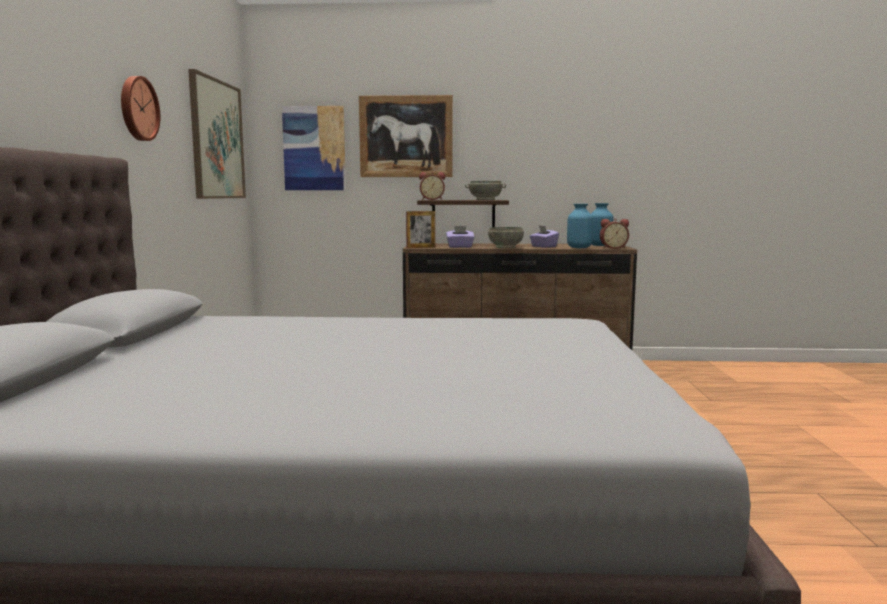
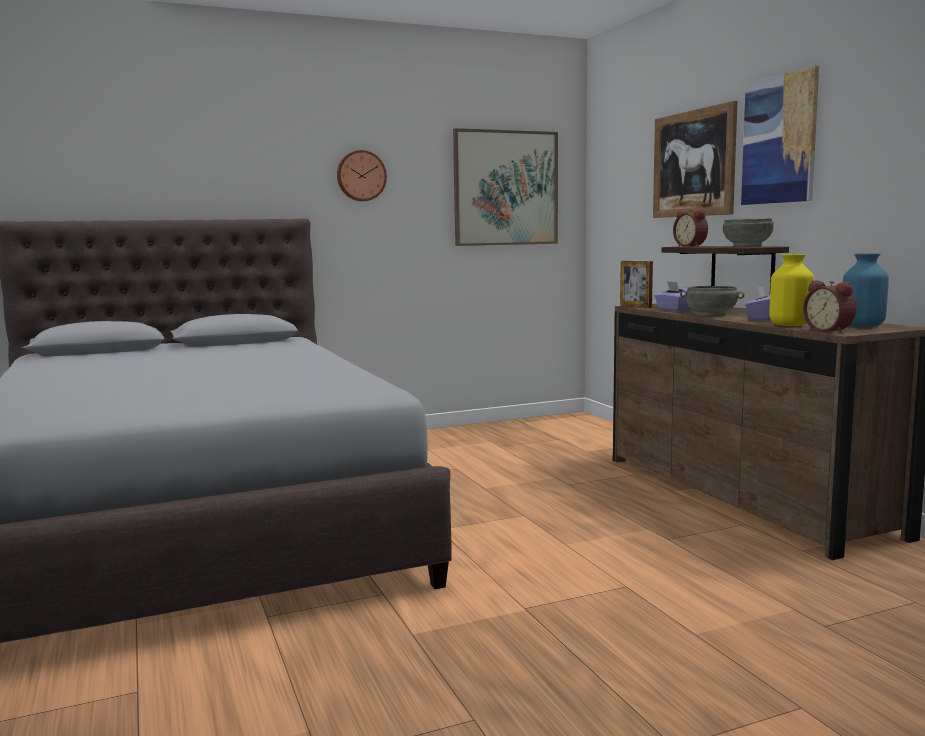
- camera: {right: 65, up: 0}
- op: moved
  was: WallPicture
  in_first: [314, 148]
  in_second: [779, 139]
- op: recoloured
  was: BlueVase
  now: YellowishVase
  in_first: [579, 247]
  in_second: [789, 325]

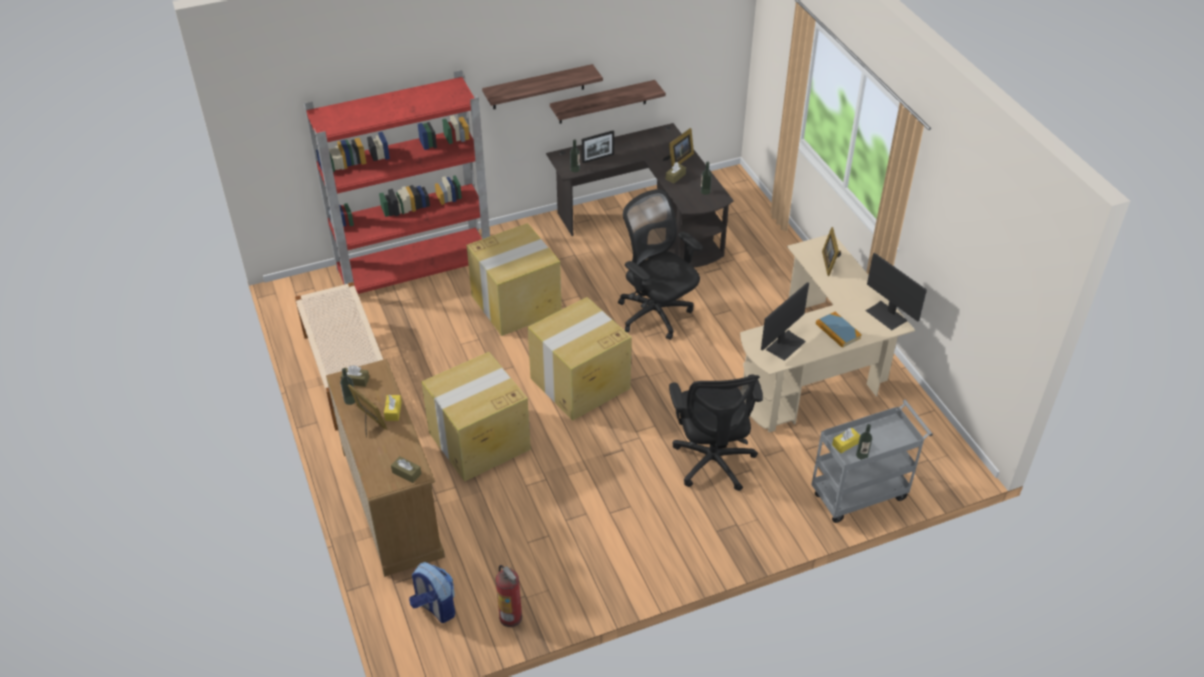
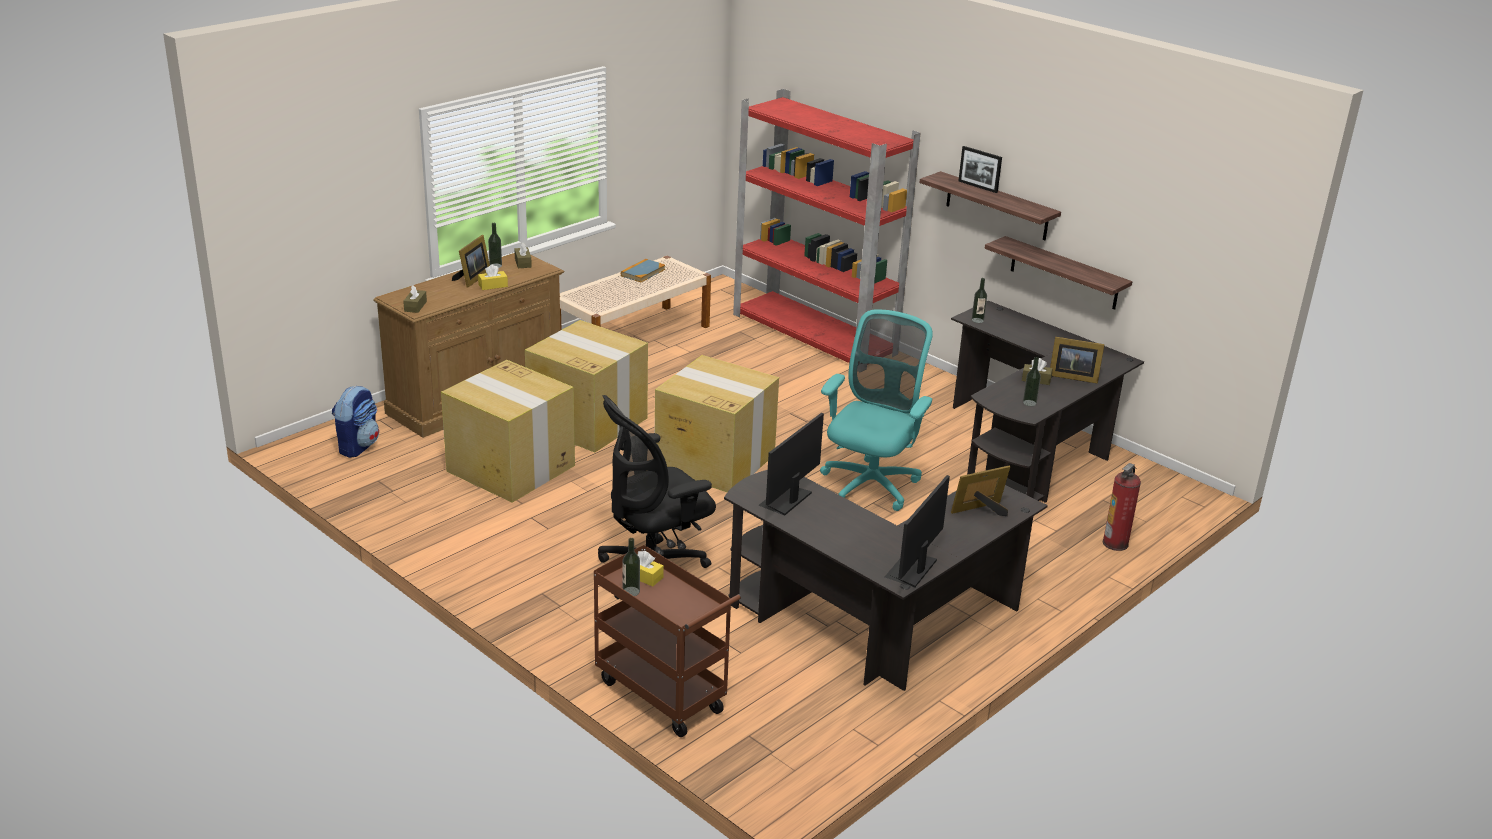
- camera: {right: 65, up: -15}
- op: moved
  was: CardboardBox
  in_first: [517, 303]
  in_second: [512, 469]
- op: moved
  was: FireFightingCylinder
  in_first: [511, 617]
  in_second: [1115, 543]
- op: moved
  was: PhotoFrame
  in_first: [598, 158]
  in_second: [977, 186]
- op: recoloured
  was: BlackOfficeChair
  now: TurquoiseOfficeChair
  in_first: [658, 316]
  in_second: [869, 489]
- op: recoloured
  was: SandColouredDeskUnit
  now: BlackDeskUnit
  in_first: [818, 370]
  in_second: [875, 626]
- op: turned
  was: ComputerScreen
  in_first: [785, 344]
  in_second: [786, 500]
  clockwise: 105
- op: recoloured
  was: GrayCart
  now: BrownColouredCart
  in_first: [861, 497]
  in_second: [663, 698]
- op: moved
  was: BoundBook
  in_first: [838, 331]
  in_second: [643, 272]

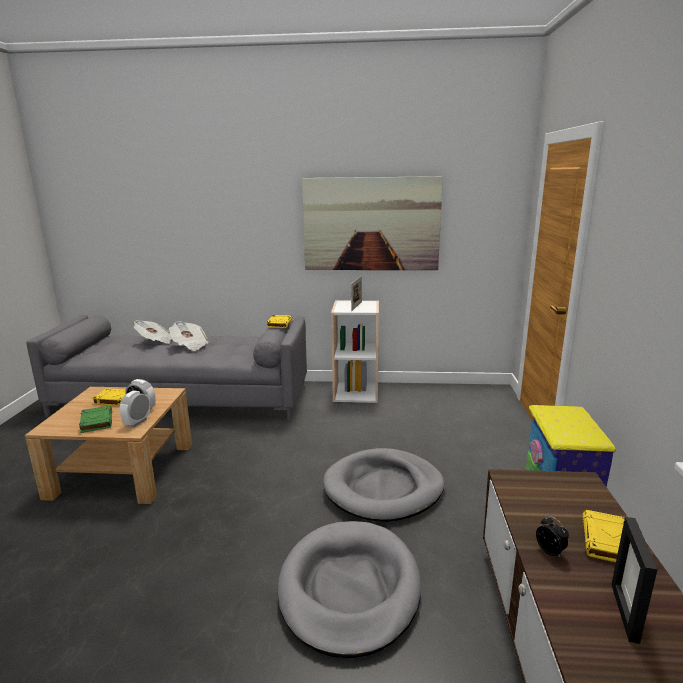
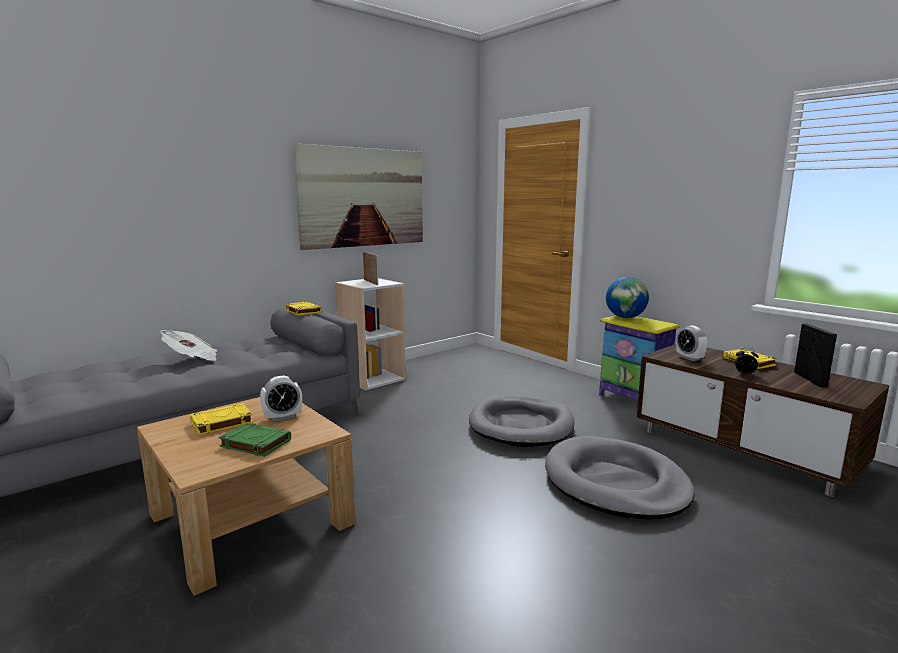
- camera: {right: -45, up: -5}
- op: moved
  was: BedsideClock
  in_first: [137, 422]
  in_second: [689, 358]
- op: removed
  was: DailyPaper
  in_first: [155, 341]
- op: turned
  was: PhotoFrame
  in_first: [626, 612]
  in_second: [809, 379]
  clockwise: -150
- op: added
  now: Globe
  in_second: [625, 317]

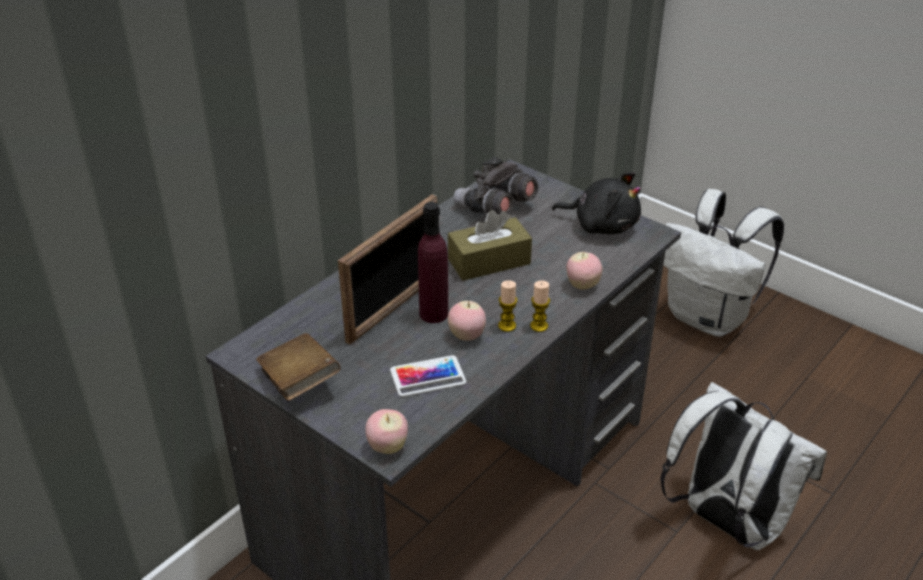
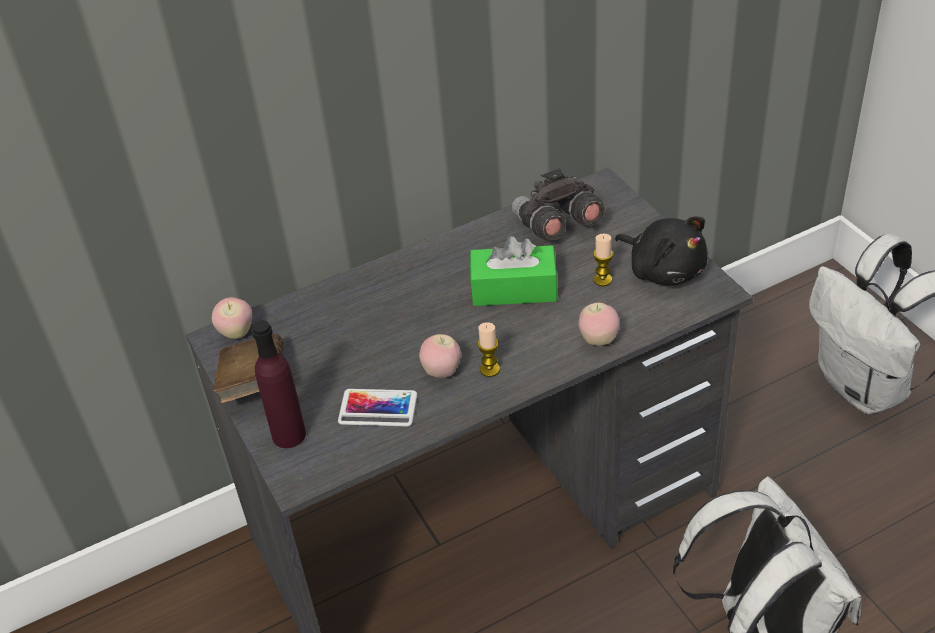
- camera: {right: 25, up: 5}
- op: removed
  was: PhotoFrame
  in_first: [394, 307]
- op: moved
  was: AppleFruit
  in_first: [388, 447]
  in_second: [236, 333]
- op: moved
  was: PurplishBeverageBottle
  in_first: [433, 313]
  in_second: [289, 435]
- op: recoloured
  was: BrownColouredTissueBox
  now: GreenColouredTissueBox
  in_first: [489, 261]
  in_second: [514, 289]
- op: moved
  was: Candle
  in_first: [539, 326]
  in_second: [602, 280]

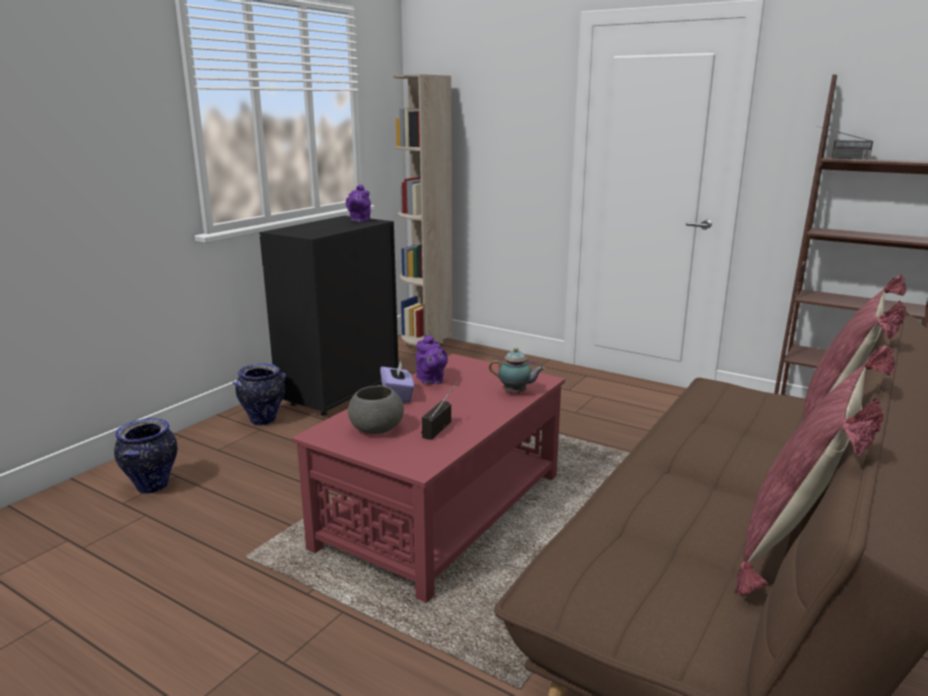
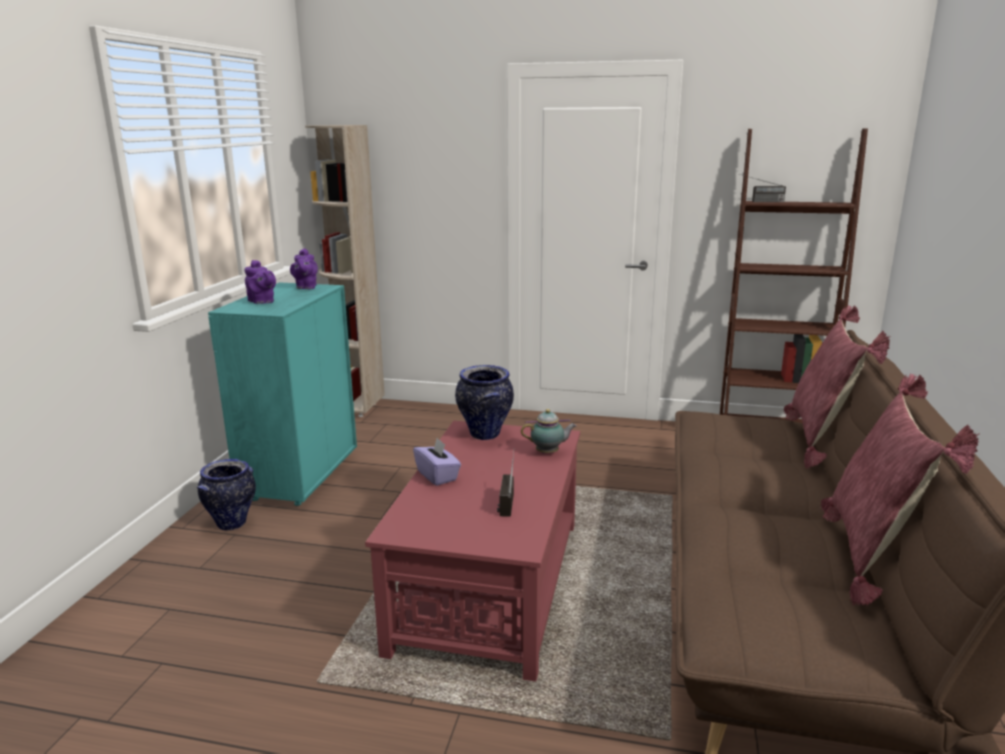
- camera: {right: -20, up: 0}
- op: moved
  was: Vase
  in_first: [152, 487]
  in_second: [485, 435]
- op: recoloured
  was: BlackCabinet
  now: TurquoiseCabinet
  in_first: [340, 393]
  in_second: [301, 477]
- op: removed
  was: GrayServingBowl
  in_first: [375, 429]
- op: moved
  was: PurplishPotForTea
  in_first: [430, 380]
  in_second: [262, 302]

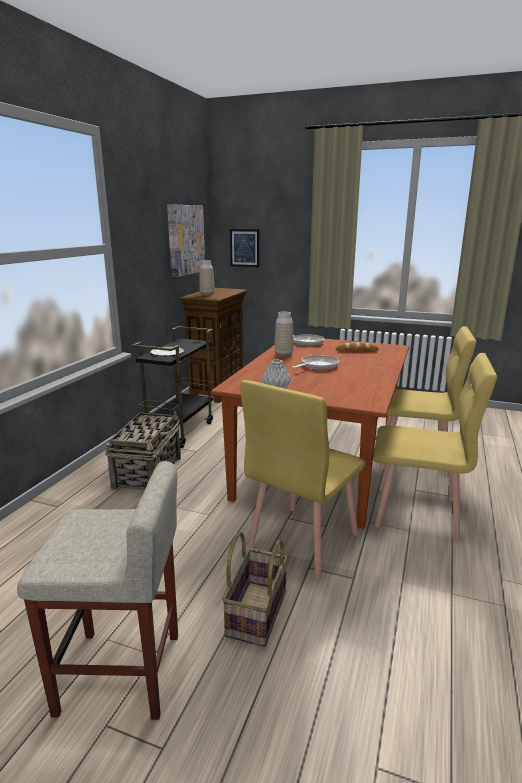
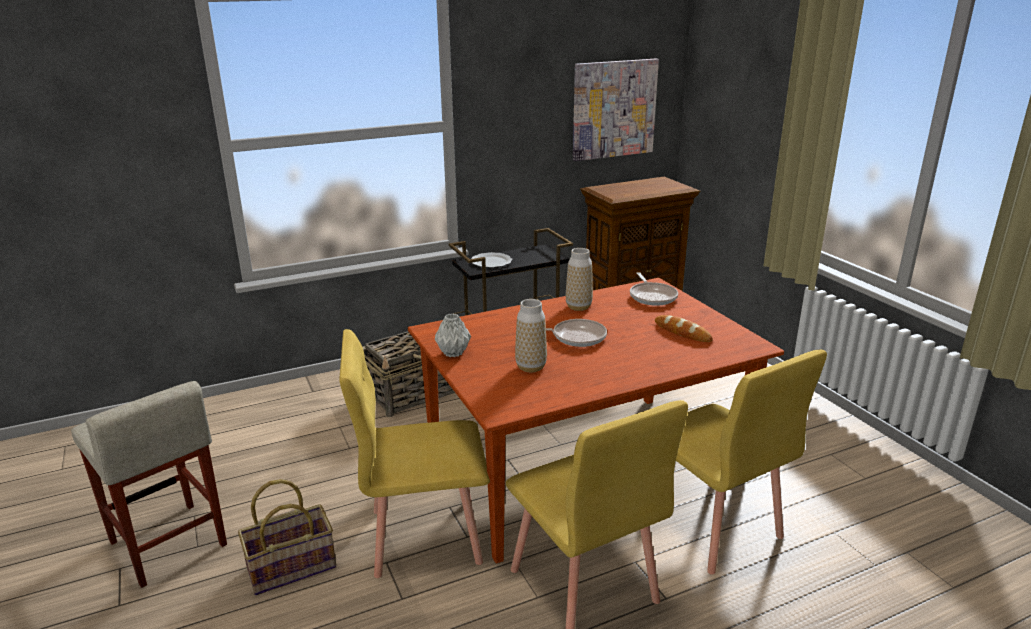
- camera: {right: 45, up: 5}
- op: moved
  was: Vase
  in_first: [207, 294]
  in_second: [531, 367]
- op: removed
  was: WallPicture
  in_first: [244, 248]

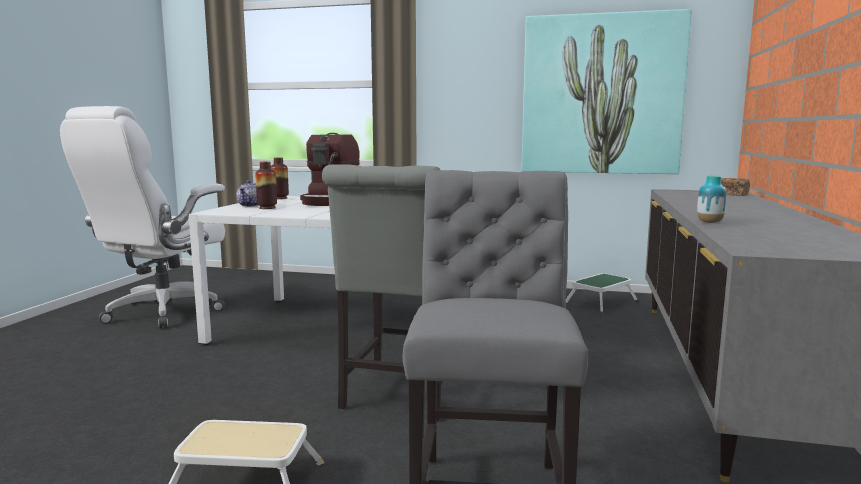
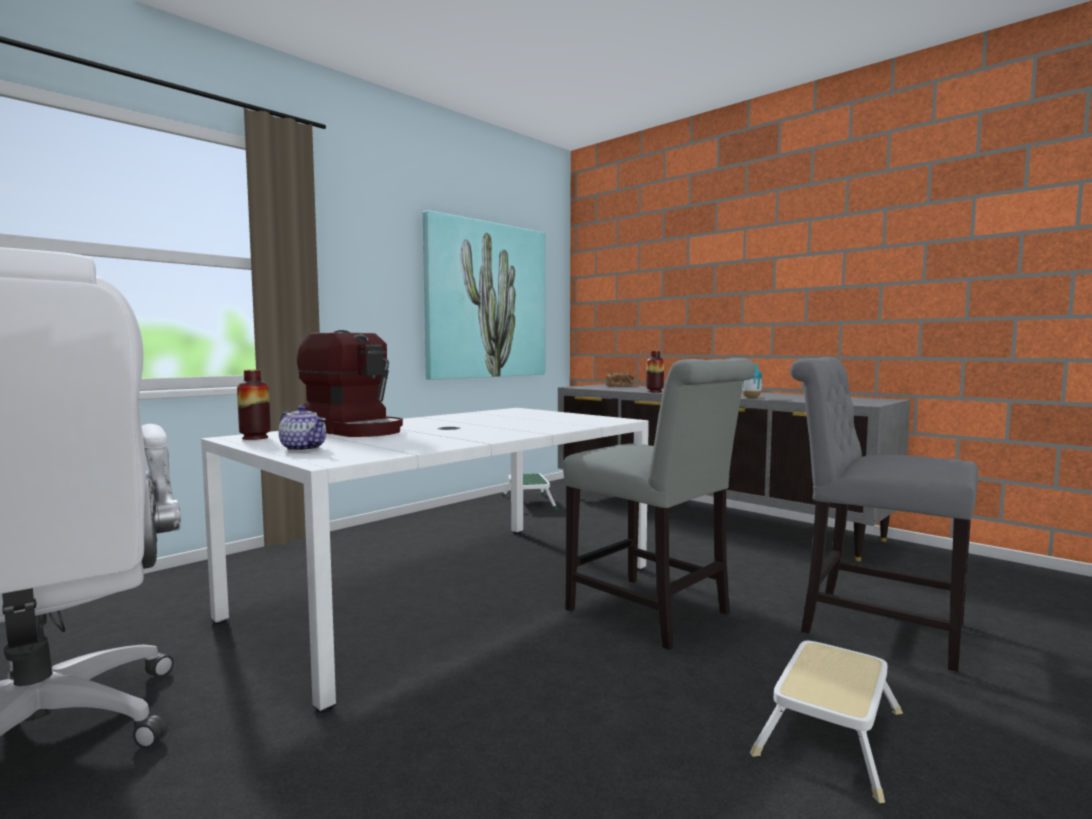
- camera: {right: -60, up: -5}
- op: moved
  was: Vase
  in_first: [267, 208]
  in_second: [654, 391]

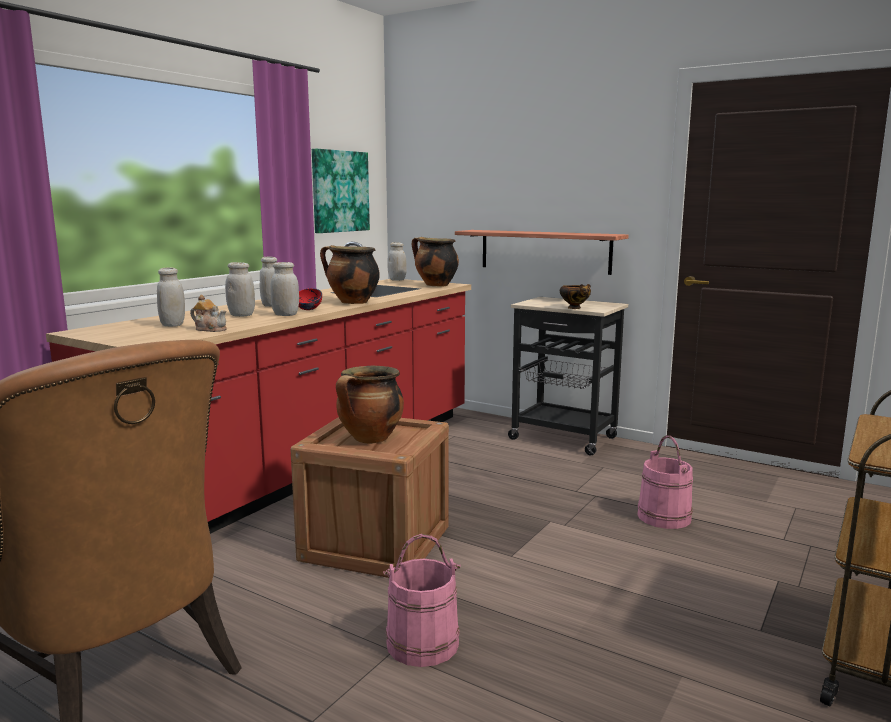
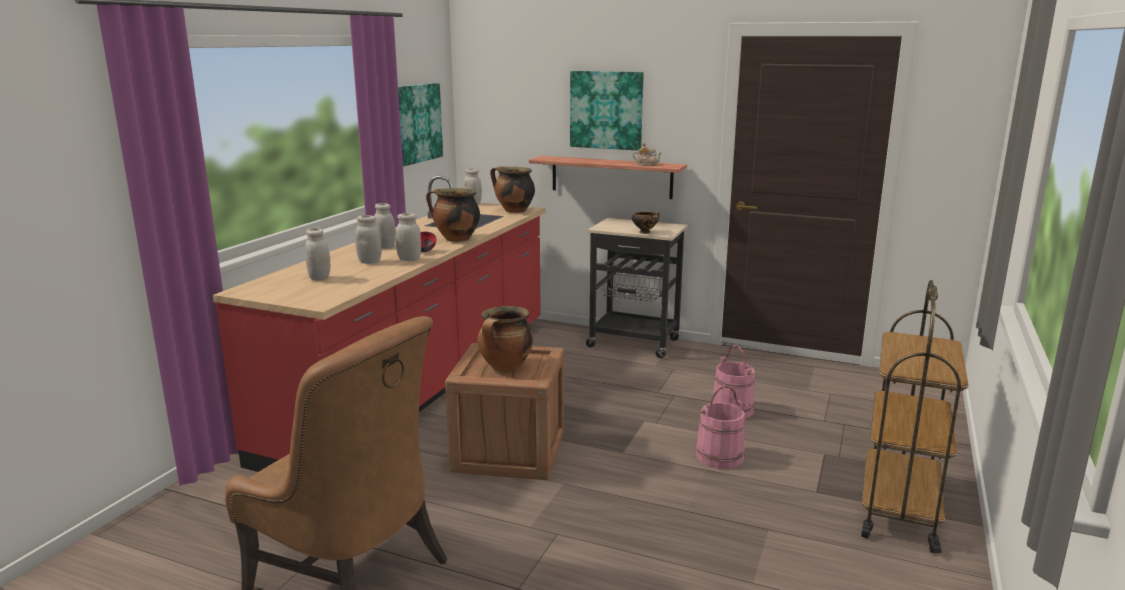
- camera: {right: -10, up: 5}
- op: moved
  was: PotForTea
  in_first: [210, 329]
  in_second: [647, 165]
- op: moved
  was: PinkishWaterBucket
  in_first: [422, 644]
  in_second: [719, 456]
- op: added
  now: WallPicture
  in_second: [606, 110]

